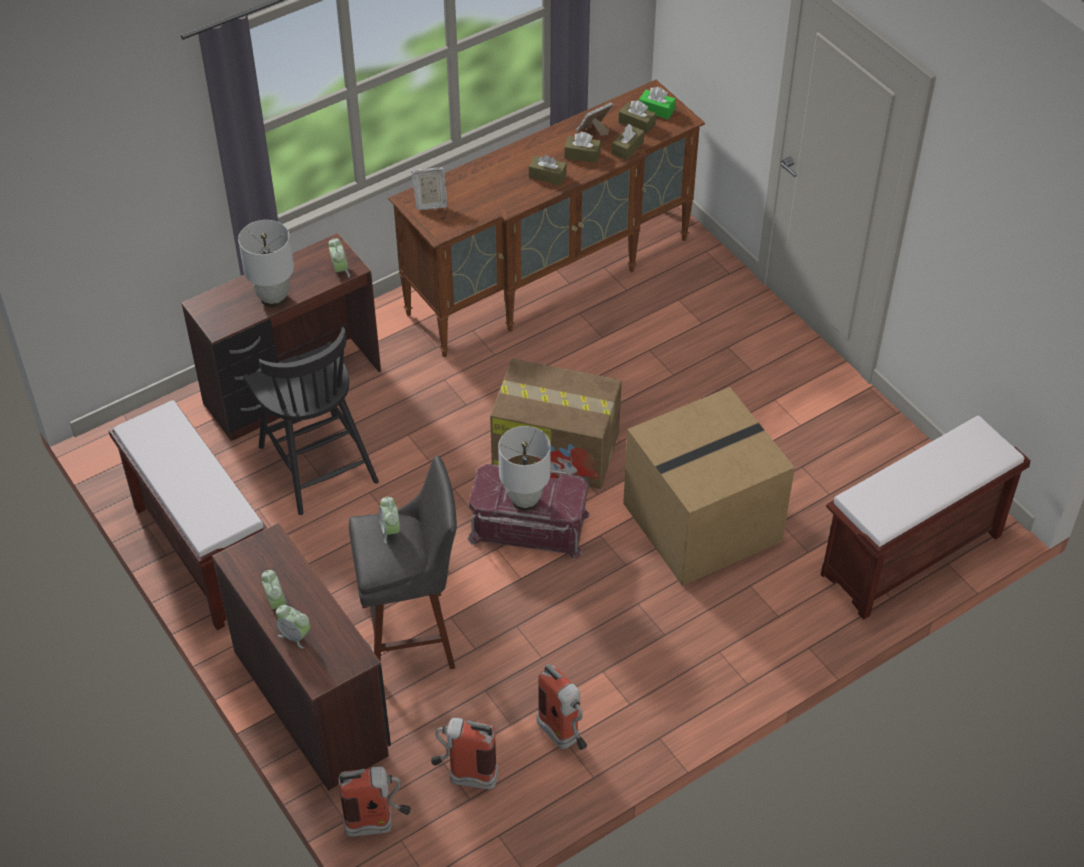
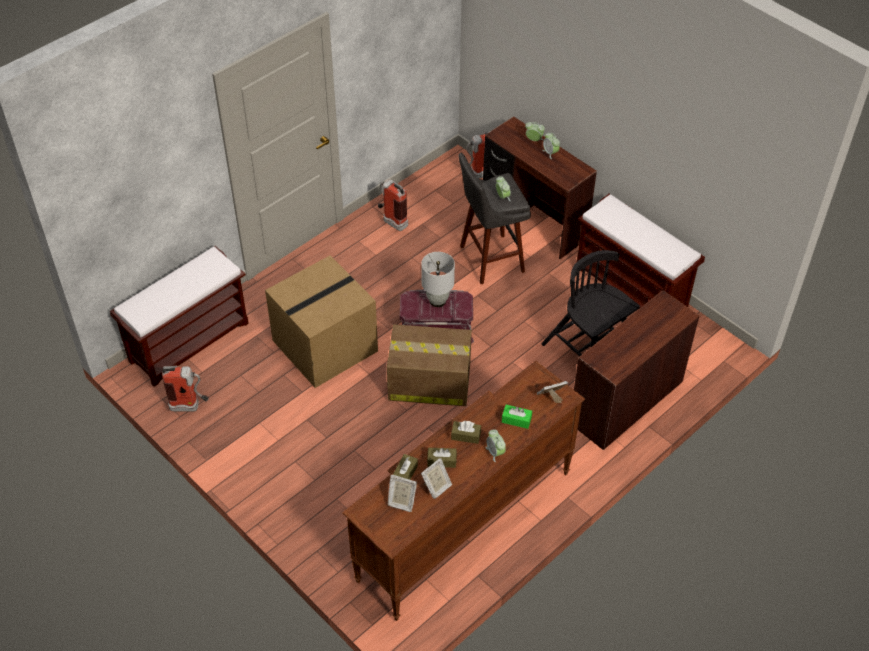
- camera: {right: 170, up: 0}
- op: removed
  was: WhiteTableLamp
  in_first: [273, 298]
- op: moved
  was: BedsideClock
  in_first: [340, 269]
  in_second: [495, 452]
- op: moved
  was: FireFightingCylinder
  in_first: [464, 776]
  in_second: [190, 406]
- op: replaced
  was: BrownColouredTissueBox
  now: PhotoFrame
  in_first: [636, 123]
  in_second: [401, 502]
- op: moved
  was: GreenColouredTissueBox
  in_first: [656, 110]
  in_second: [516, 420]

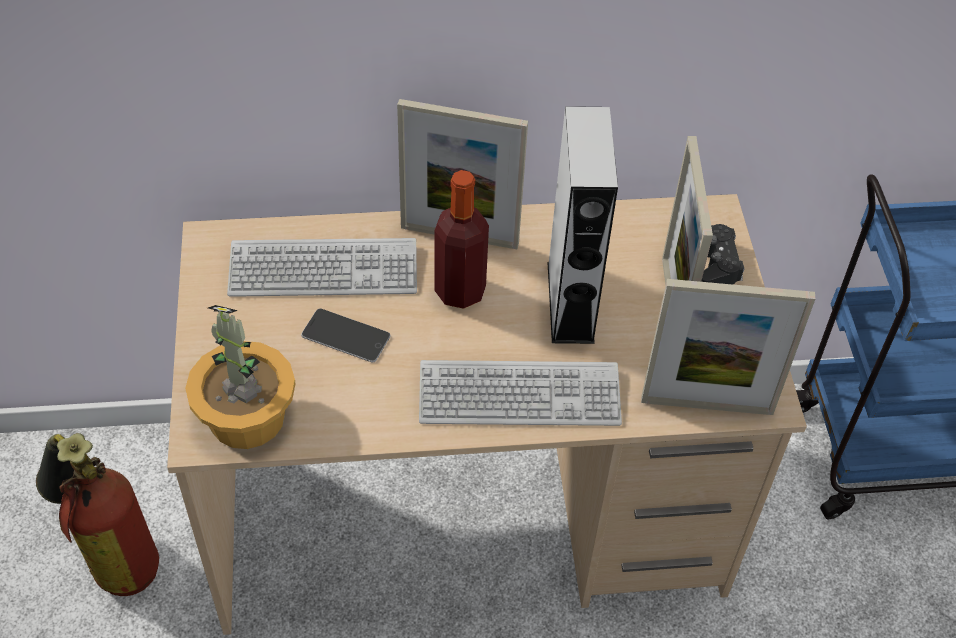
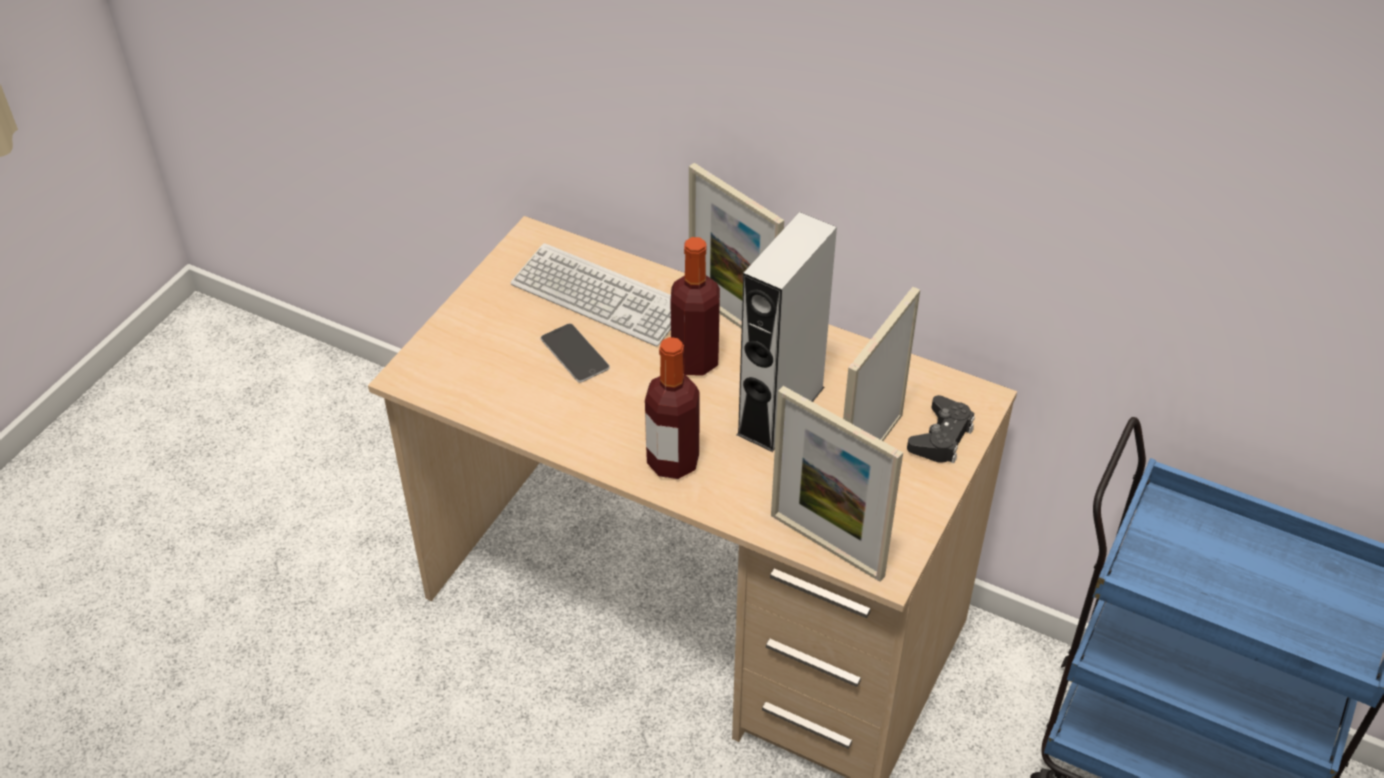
- camera: {right: 35, up: -5}
- op: removed
  was: FireFightingCylinder
  in_first: [111, 554]
- op: removed
  was: PlantInAPot
  in_first: [246, 418]
- op: replaced
  was: PcKeyboard
  now: BeverageBottle
  in_first: [519, 396]
  in_second: [673, 461]

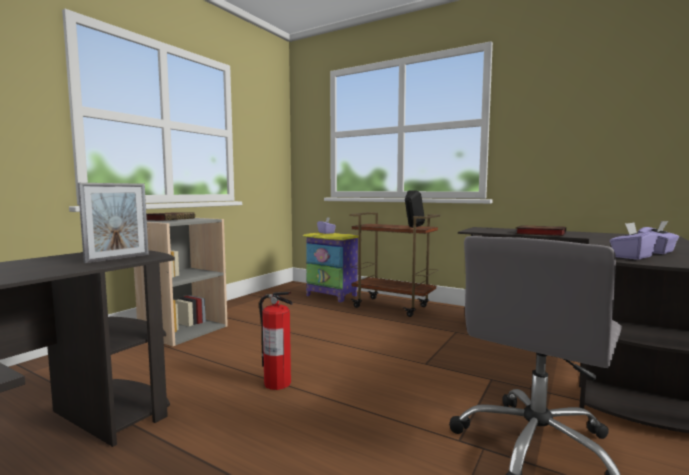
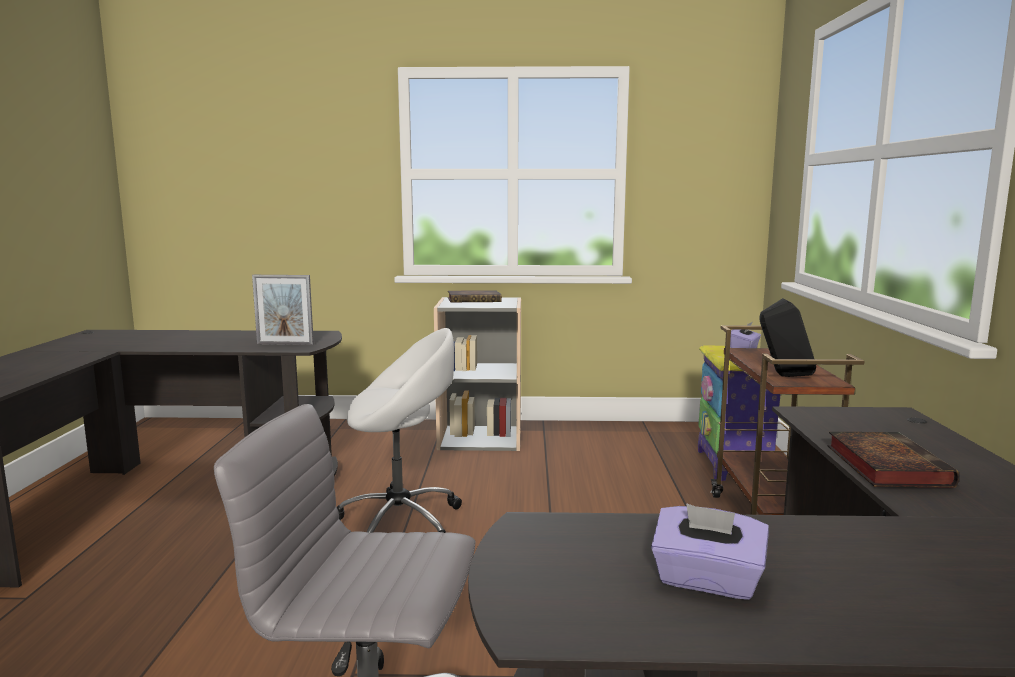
- camera: {right: 60, up: 5}
- op: replaced
  was: FireFightingCylinder
  now: WhiteOfficeChair
  in_first: [277, 383]
  in_second: [403, 525]
- op: removed
  was: PurplishTissueBox
  in_first: [631, 257]

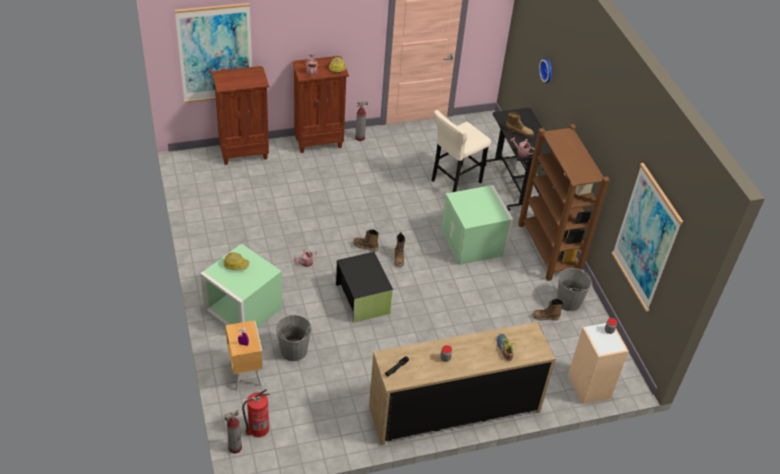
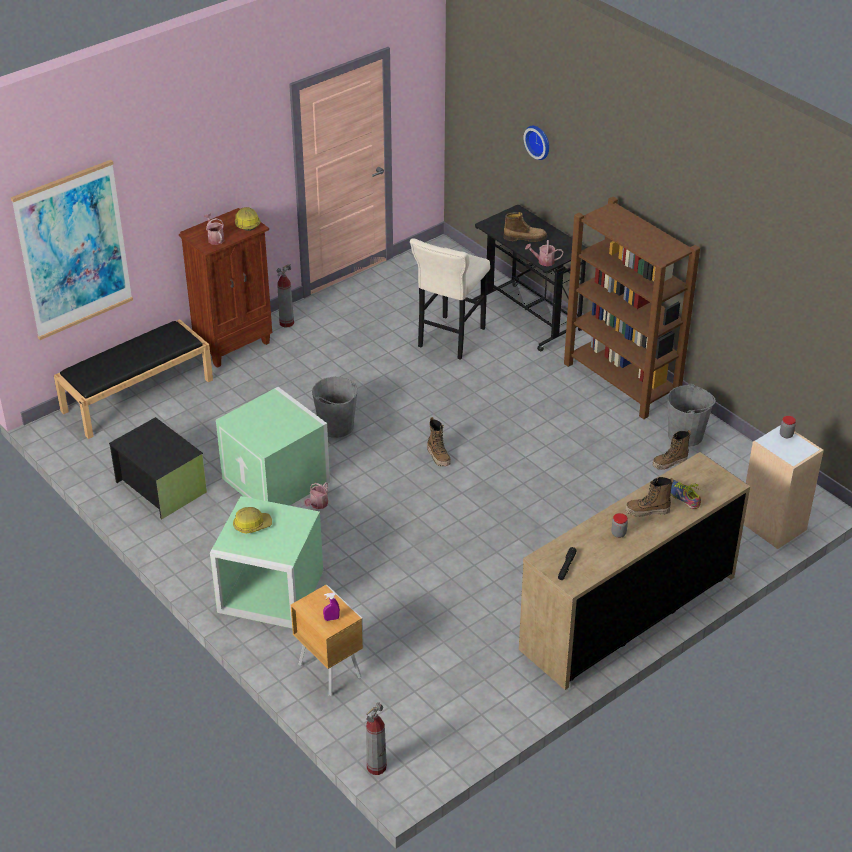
- camera: {right: -20, up: -5}
- op: replaced
  was: BrownColouredCabinet
  now: BlackIndoorBench
  in_first: [244, 154]
  in_second: [138, 395]
- op: removed
  was: FireFightingCylinder
  in_first: [258, 428]
- op: moved
  was: GrayWaterBucket
  in_first: [293, 350]
  in_second: [336, 426]
- op: moved
  was: BlackStorageContainer
  in_first: [363, 298]
  in_second: [162, 486]
- op: moved
  was: Boot
  in_first: [365, 247]
  in_second: [647, 511]
- op: moved
  was: GreenColouredStorageContainer
  in_first: [474, 243]
  in_second: [277, 480]
- op: removed
  was: WallPicture
  in_first: [646, 238]

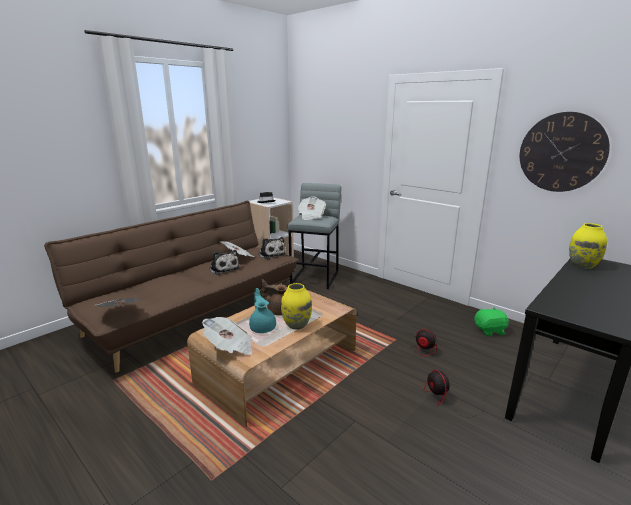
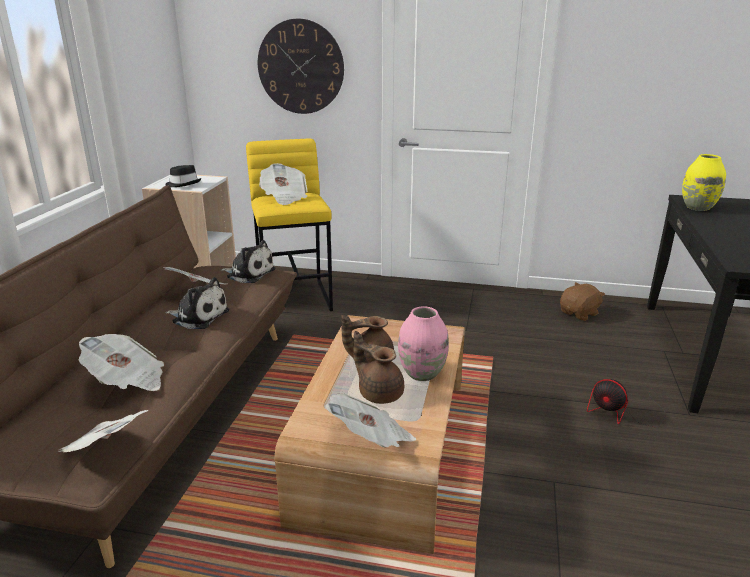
- camera: {right: -30, up: 5}
- op: recoloured
  was: TurquoisePotForTea
  now: BrownColouredPotForTea
  in_first: [263, 327]
  in_second: [379, 393]
- op: recoloured
  was: YellowishVase
  now: PinkishVase
  in_first: [296, 325]
  in_second: [422, 374]
- op: recoloured
  was: GraySittingStool
  now: YellowishSittingStool
  in_first: [315, 277]
  in_second: [294, 298]
- op: removed
  was: ElectricFan
  in_first: [414, 352]
- op: recoloured
  was: GreenColouredSoftToy
  now: BrownColouredSoftToy
  in_first: [490, 331]
  in_second: [579, 313]
- op: moved
  was: HangingClock
  in_first: [562, 152]
  in_second: [300, 67]
- op: added
  now: DailyPaper
  in_second: [127, 380]

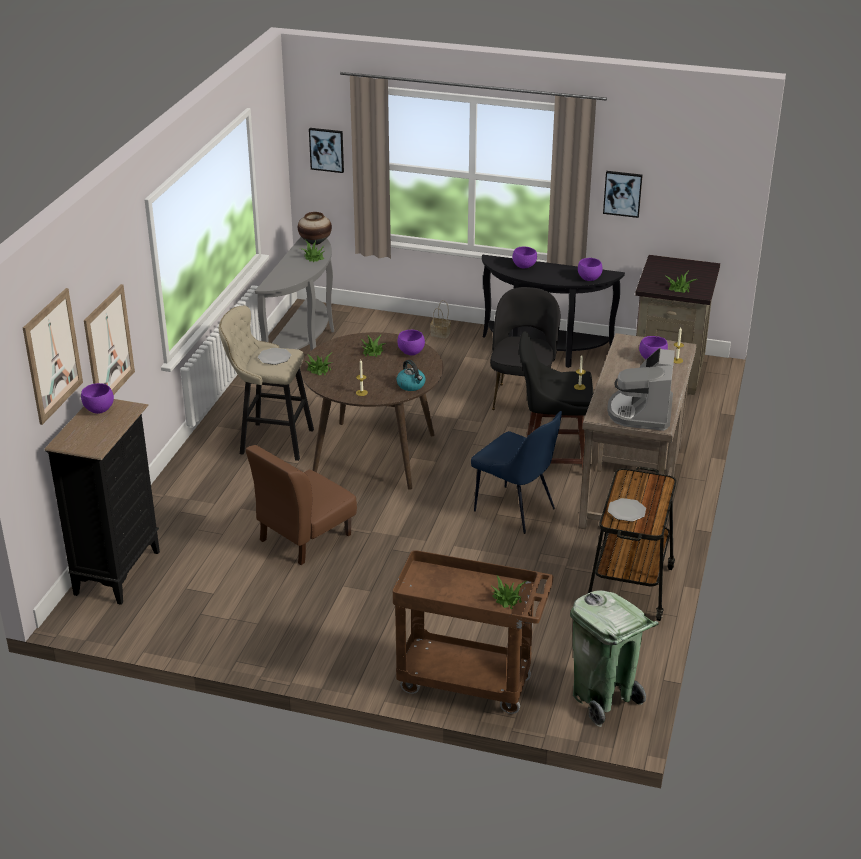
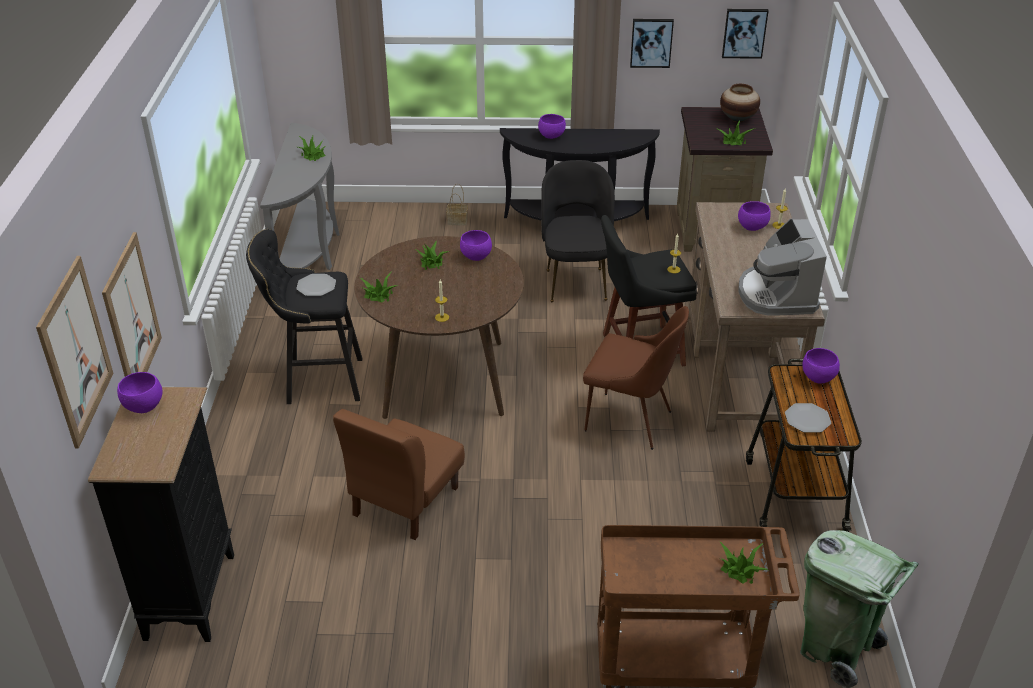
- camera: {right: -15, up: 5}
- op: recoloured
  was: SandColouredSittingStool
  now: BlackSittingStool
  in_first: [268, 440]
  in_second: [314, 381]
- op: moved
  was: Vase
  in_first: [315, 242]
  in_second: [737, 118]
- op: moved
  was: WallPicture
  in_first: [327, 149]
  in_second: [744, 33]
- op: removed
  was: WaterKettle
  in_first: [411, 385]
- op: recoloured
  was: BluePlainChair
  now: BrownColouredPlainChair
  in_first: [515, 510]
  in_second: [629, 421]
- op: moved
  was: PurplishServingBowl
  in_first: [588, 279]
  in_second: [817, 378]

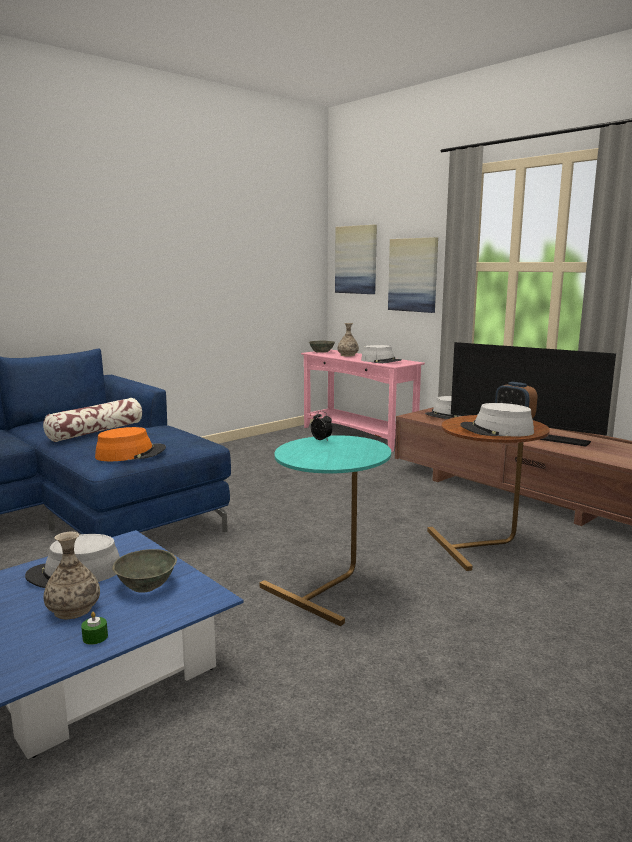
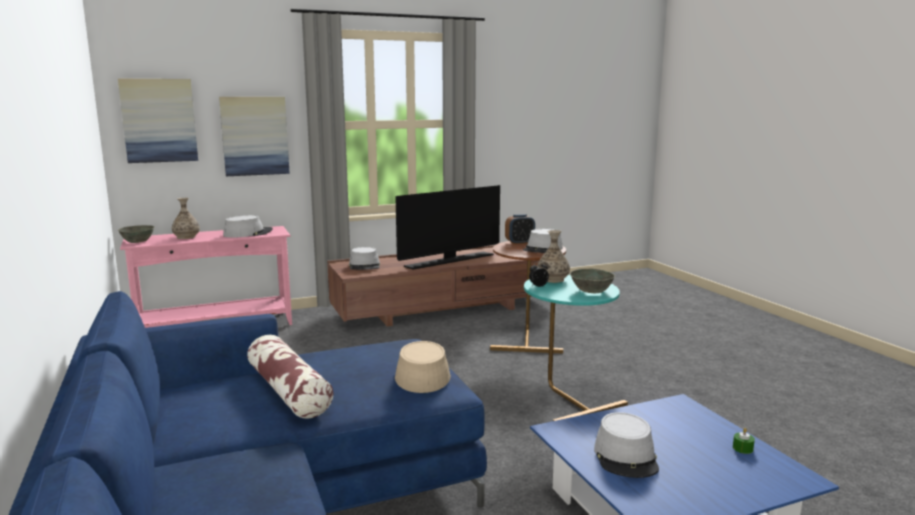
- camera: {right: -70, up: 0}
- op: moved
  was: Vase
  in_first: [73, 609]
  in_second: [552, 279]
- op: recoloured
  was: OrangeWearableHat
  now: SandColouredWearableHat
  in_first: [131, 453]
  in_second: [422, 374]
- op: moved
  was: GrayServingBowl
  in_first: [145, 585]
  in_second: [591, 291]

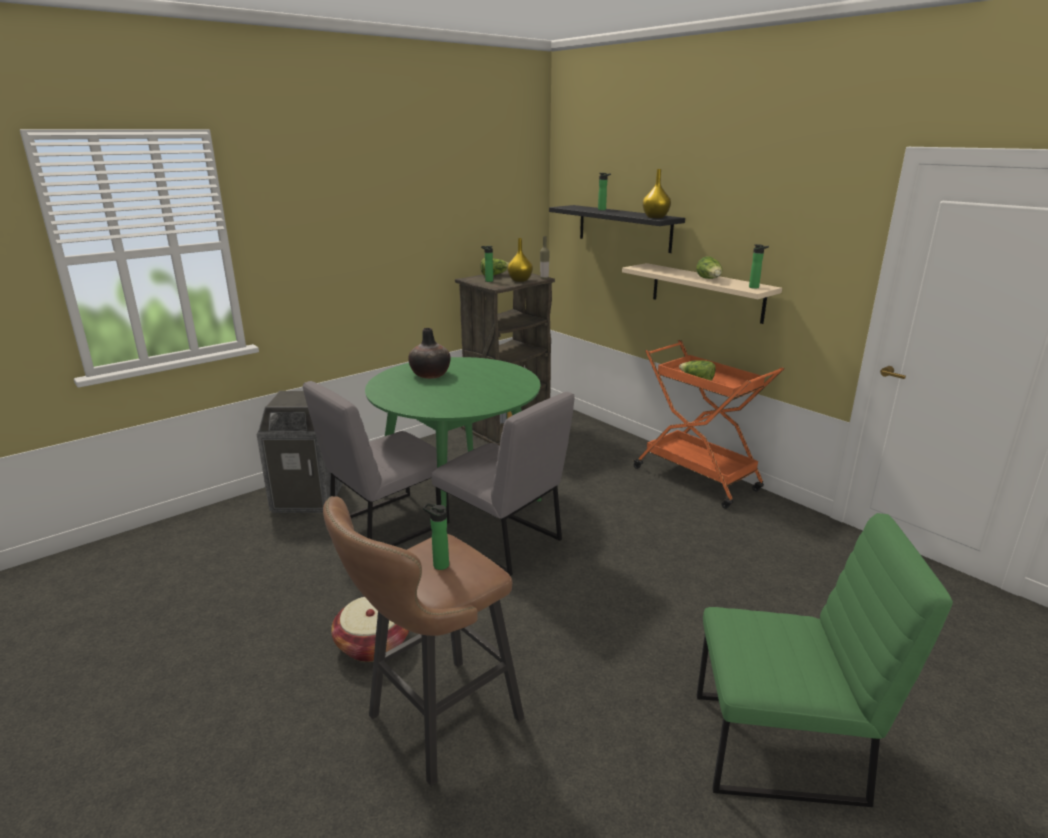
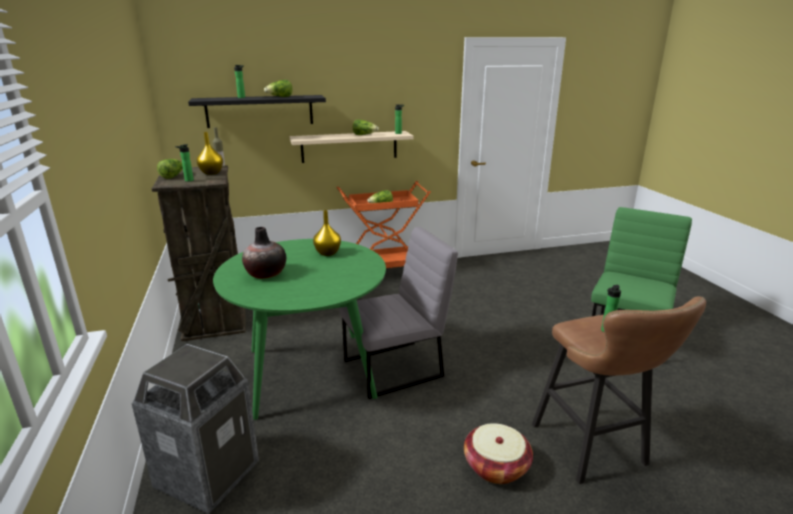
- camera: {right: -65, up: 0}
- op: removed
  was: GrayPlainChair
  in_first: [386, 524]
- op: moved
  was: YellowishVase
  in_first: [656, 217]
  in_second: [327, 253]
- op: added
  now: HeadOfLettuce
  in_second: [280, 97]

